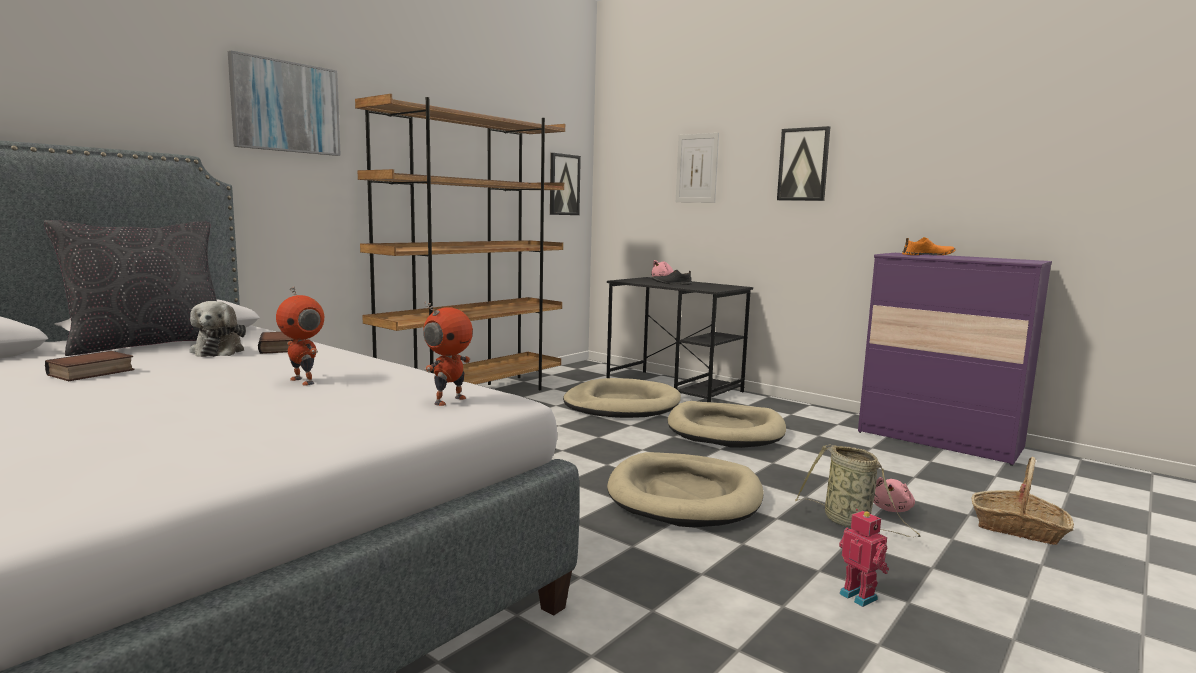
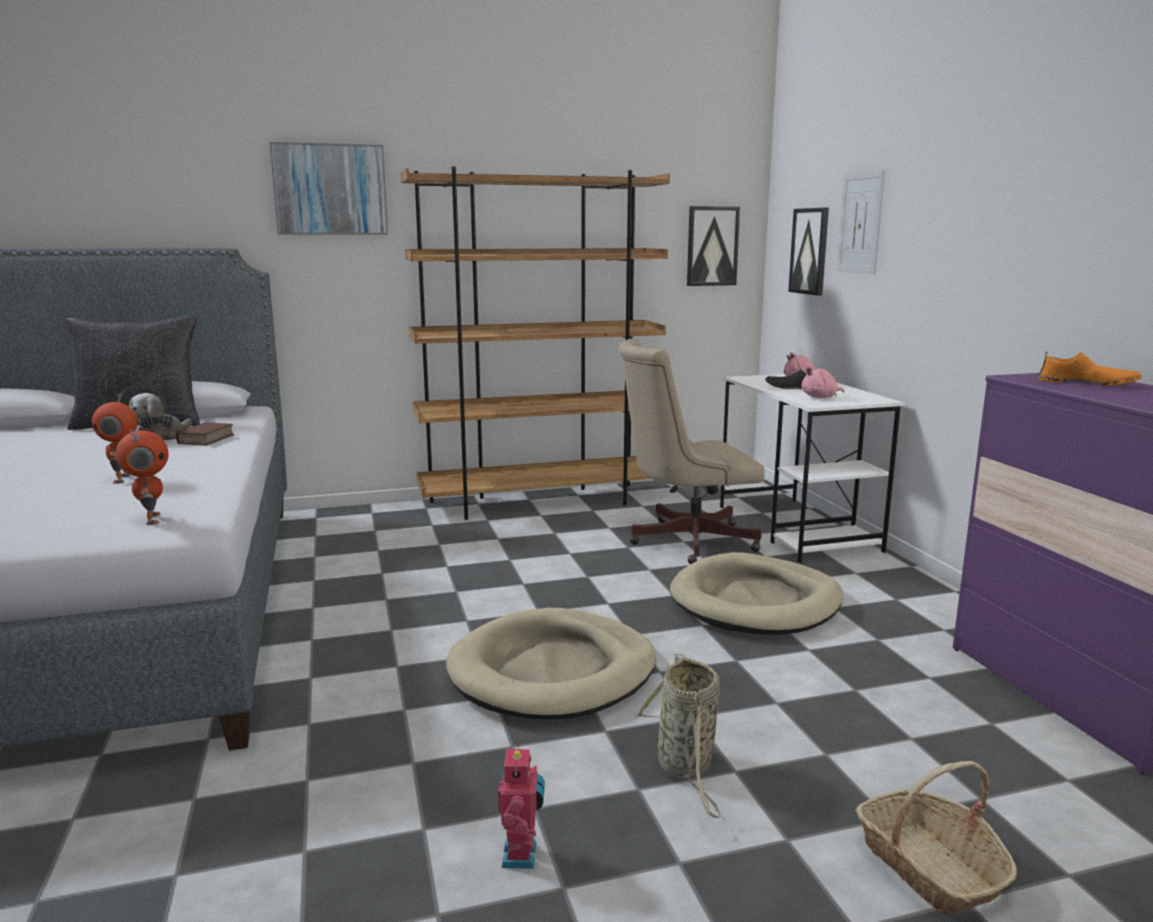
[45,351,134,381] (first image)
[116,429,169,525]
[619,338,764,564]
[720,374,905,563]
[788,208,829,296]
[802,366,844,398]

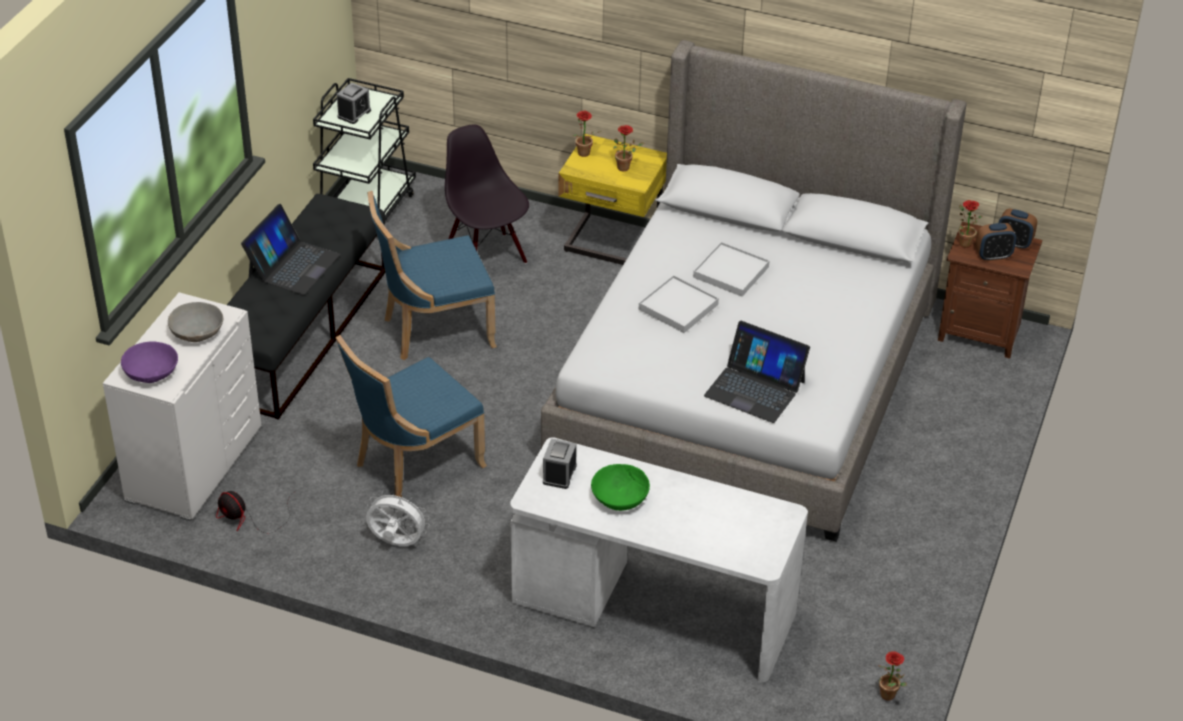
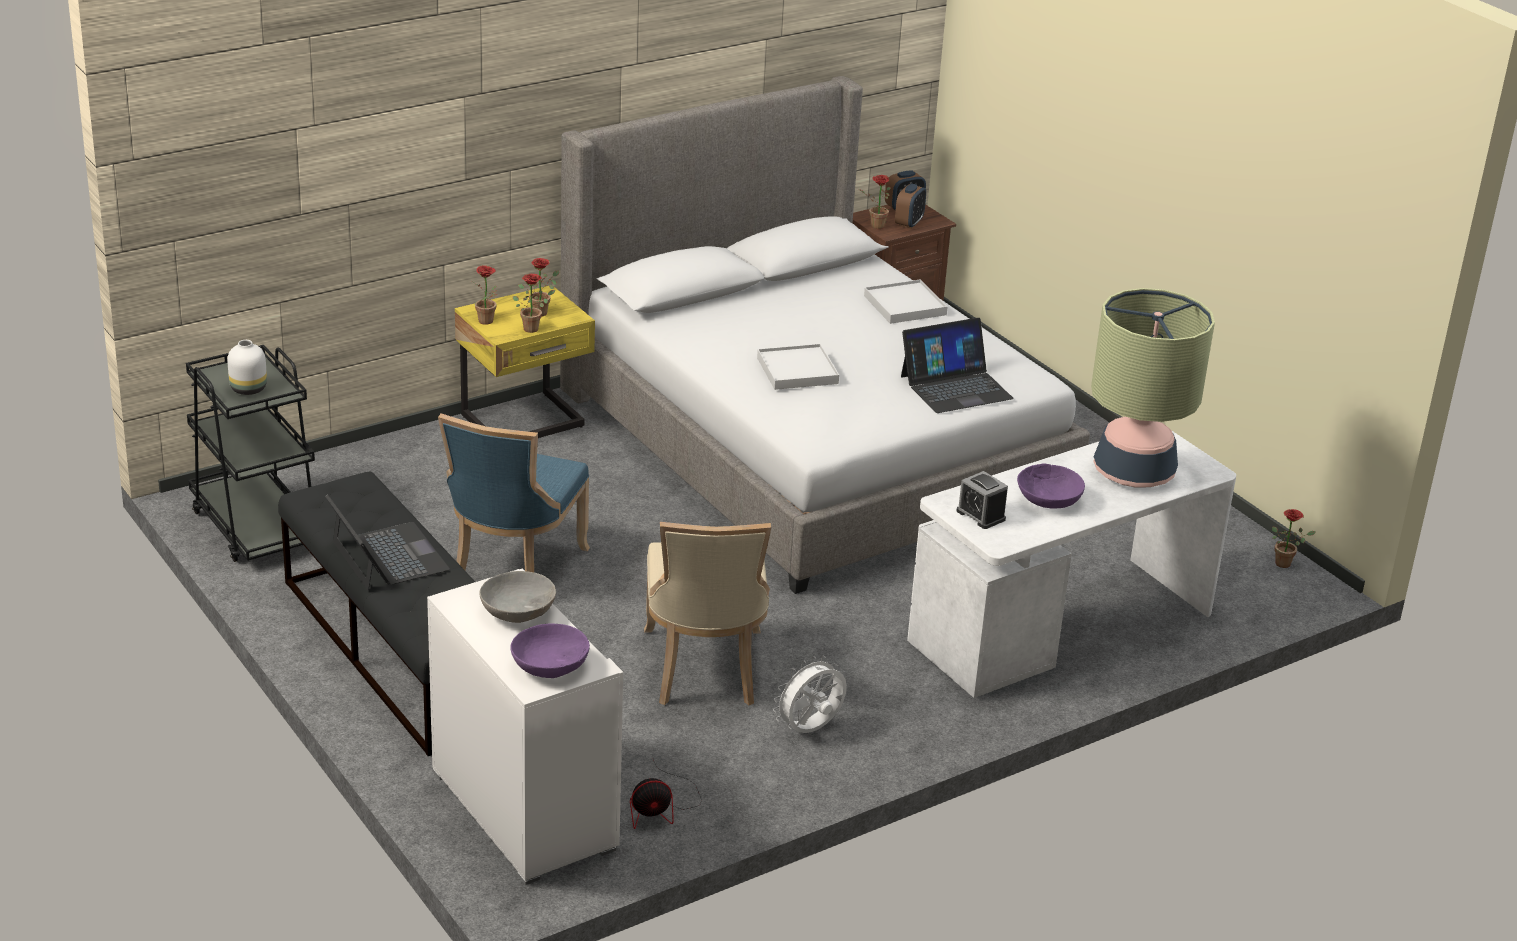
[644,522,771,705]
[227,340,267,395]
[445,125,529,264] (first image)
[1017,463,1085,508]
[864,279,948,324]
[513,274,555,333]
[1091,288,1215,487]

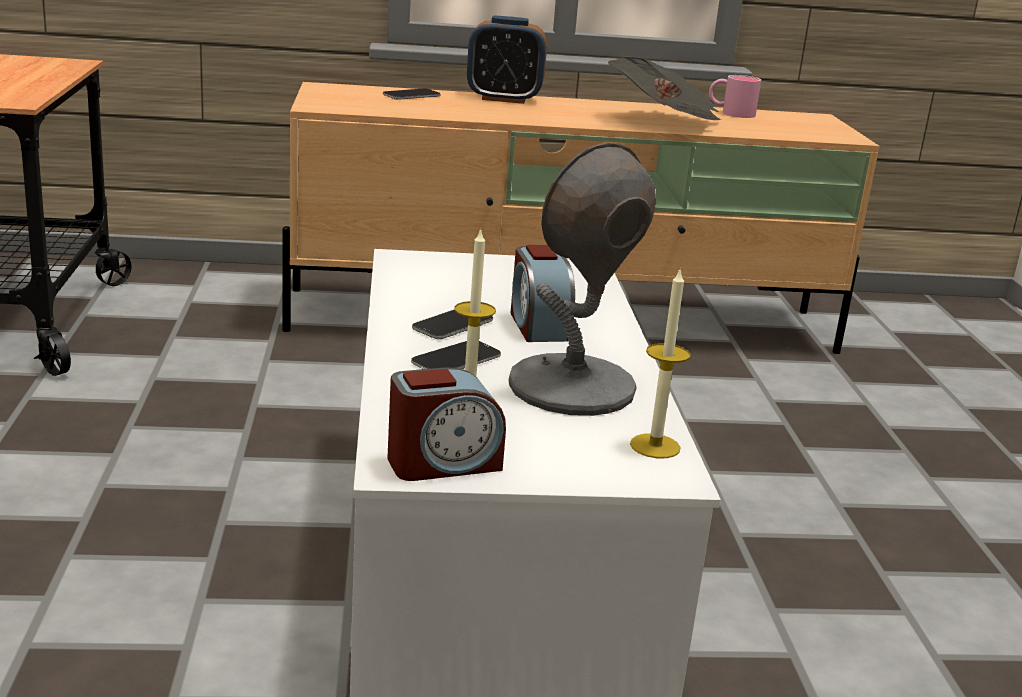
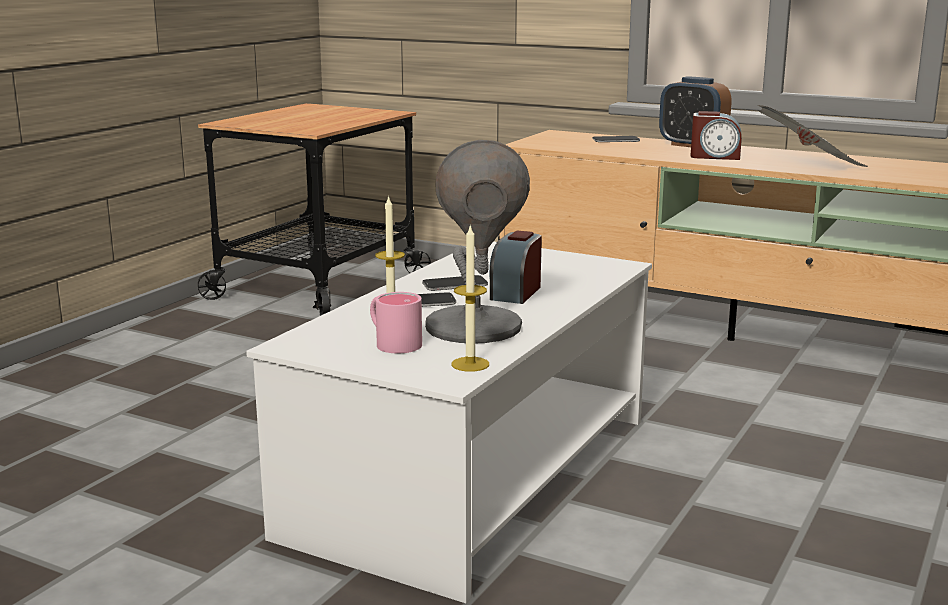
[691,111,742,160]
[370,292,422,353]

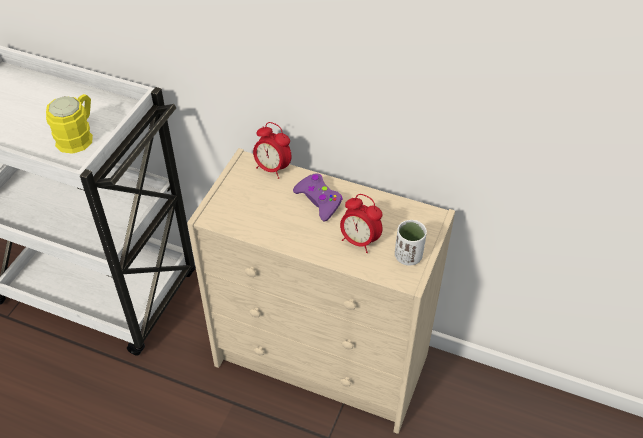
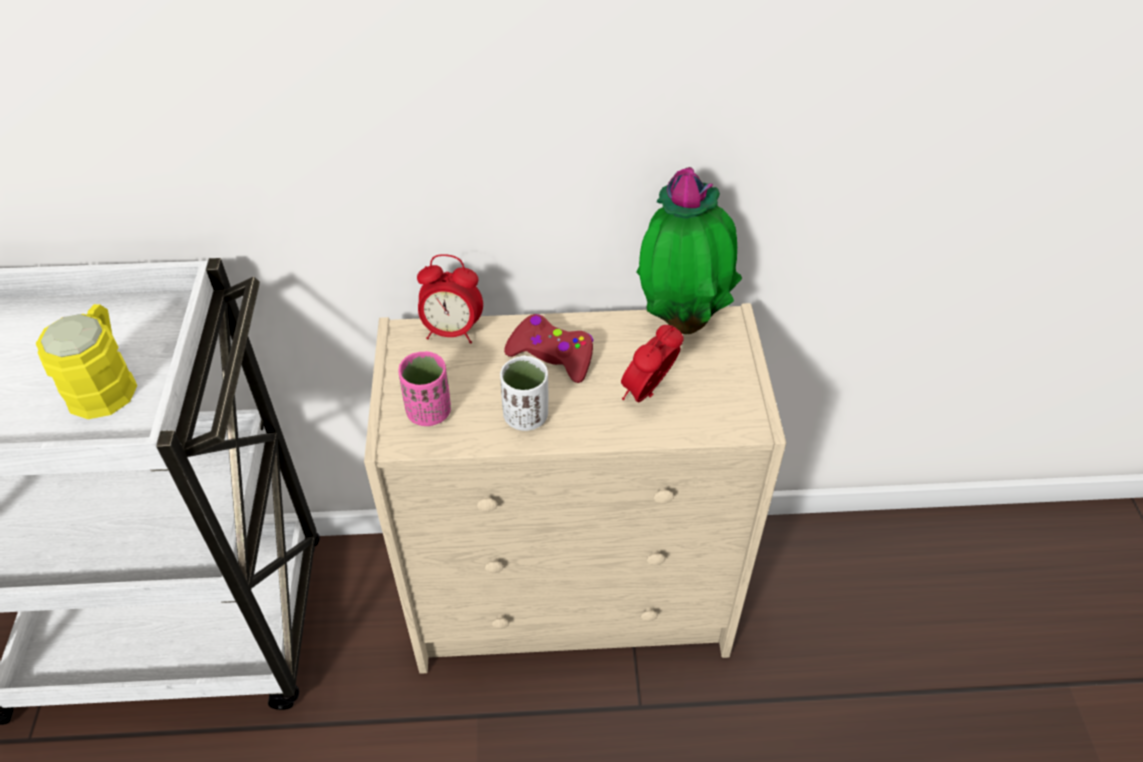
[504,314,594,383]
[621,325,684,402]
[500,355,548,431]
[398,351,451,426]
[636,167,742,334]

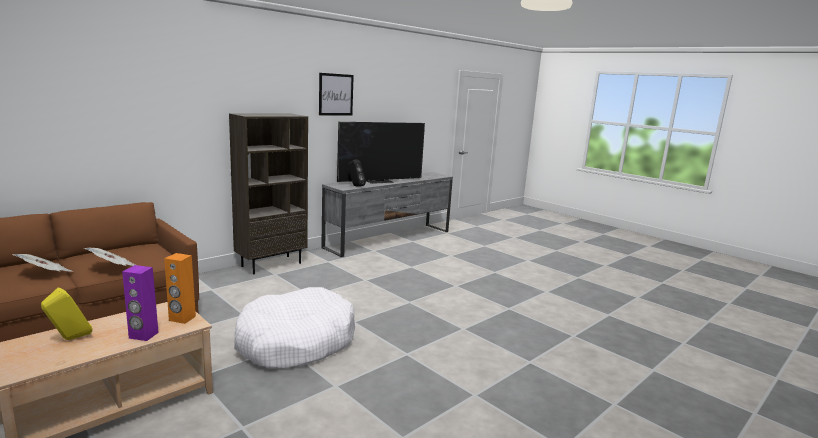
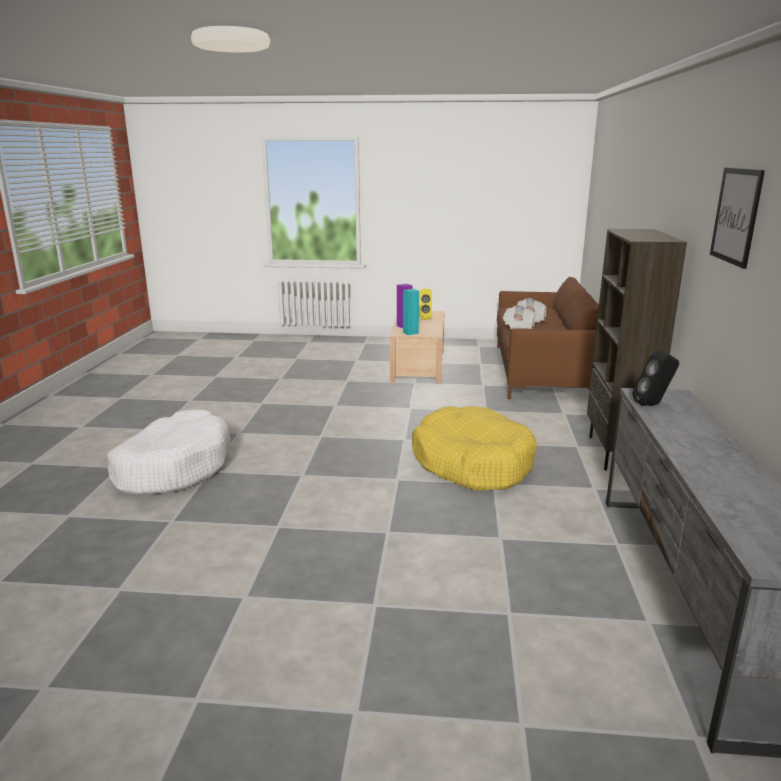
[403,289,419,335]
[107,409,231,495]
[337,122,425,184] (first image)
[412,406,537,491]

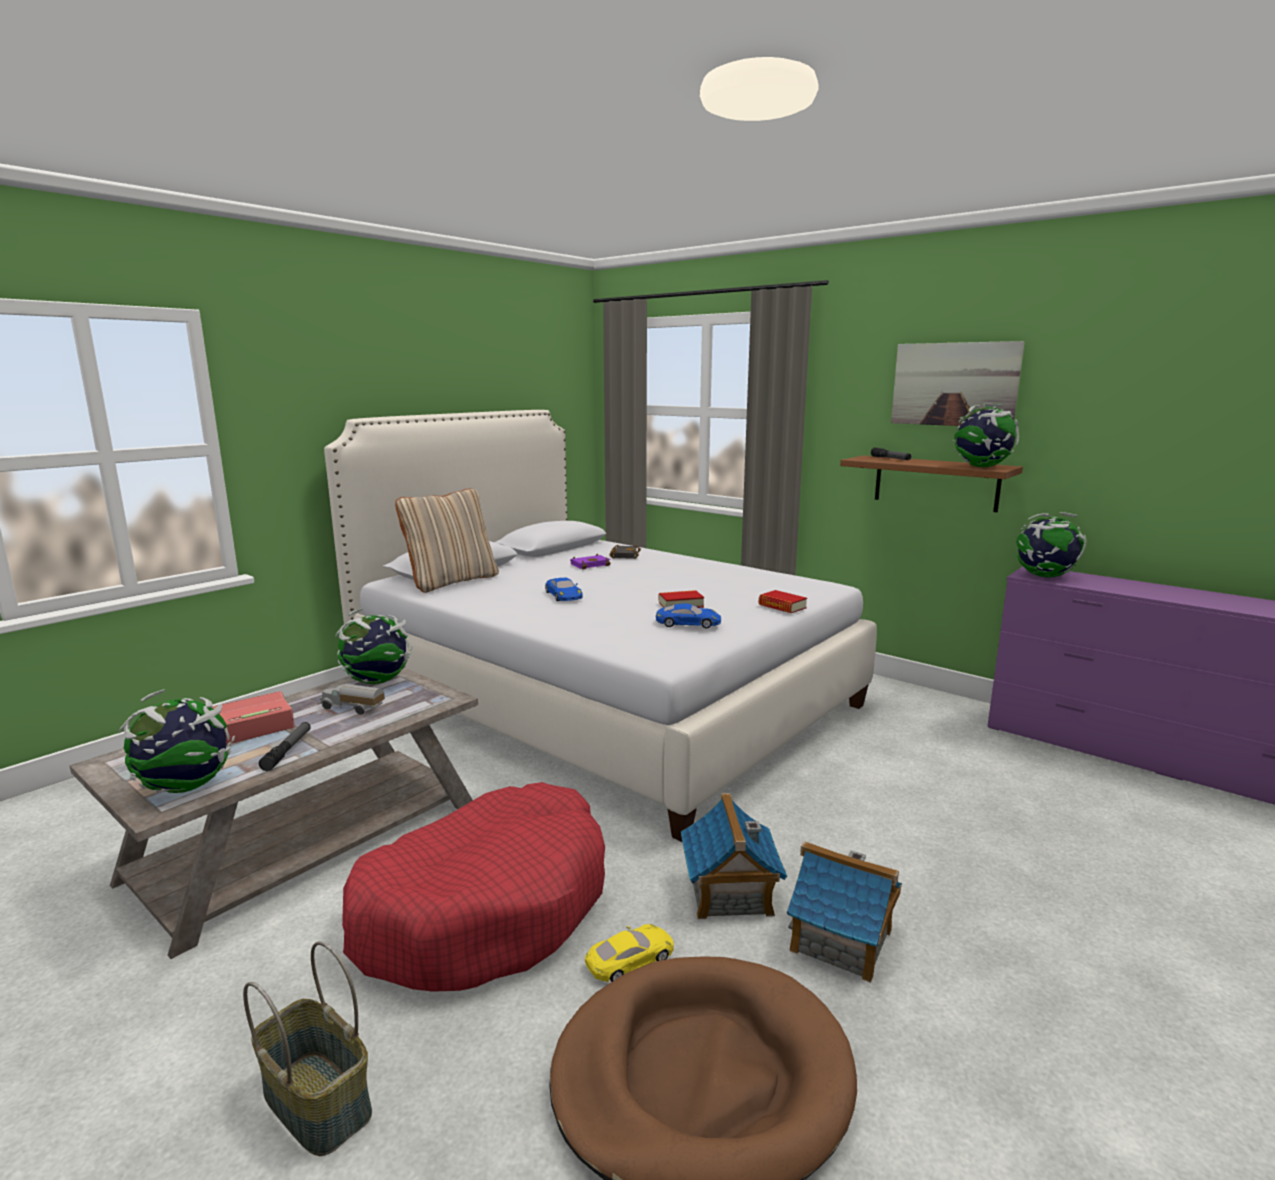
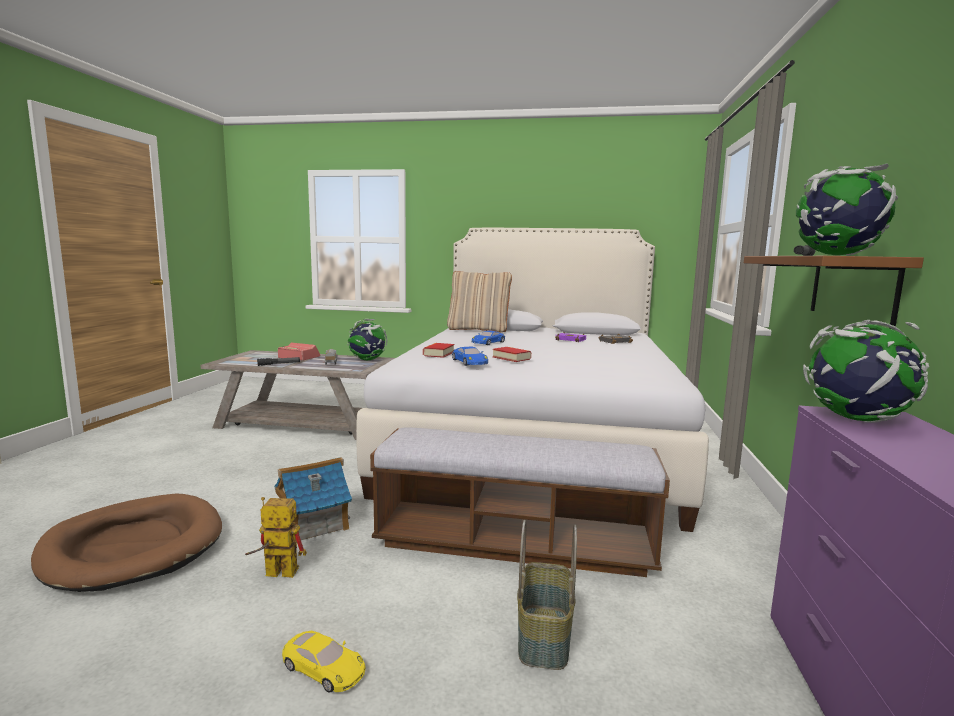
[119,689,235,793] (first image)
[517,520,577,670]
[342,782,605,992] (first image)
[282,631,366,693]
[423,343,454,358]
[245,497,307,578]
[891,341,1025,426] (first image)
[370,427,670,577]

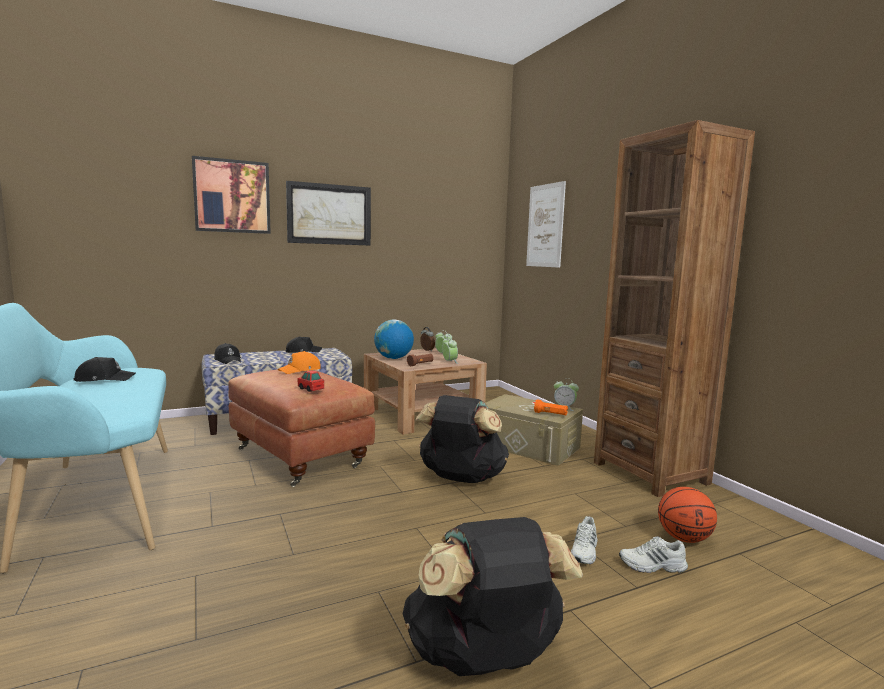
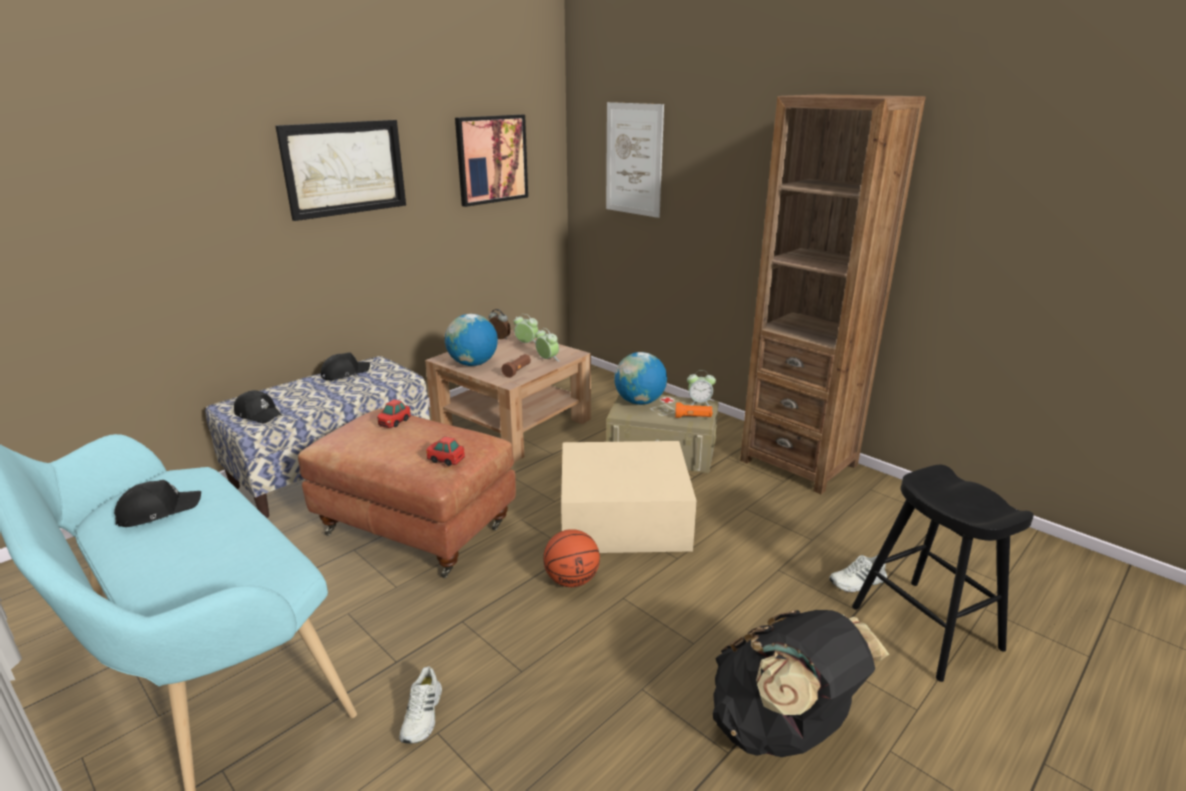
[455,114,528,207]
[377,399,411,428]
[561,441,697,553]
[399,667,442,744]
[543,529,600,587]
[614,352,667,405]
[852,465,1034,682]

